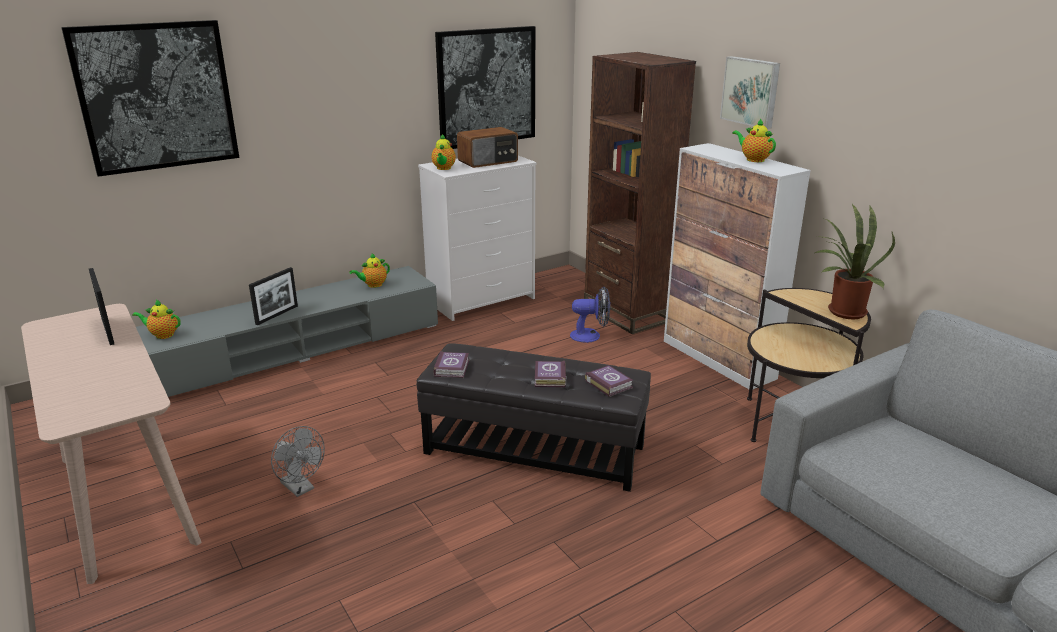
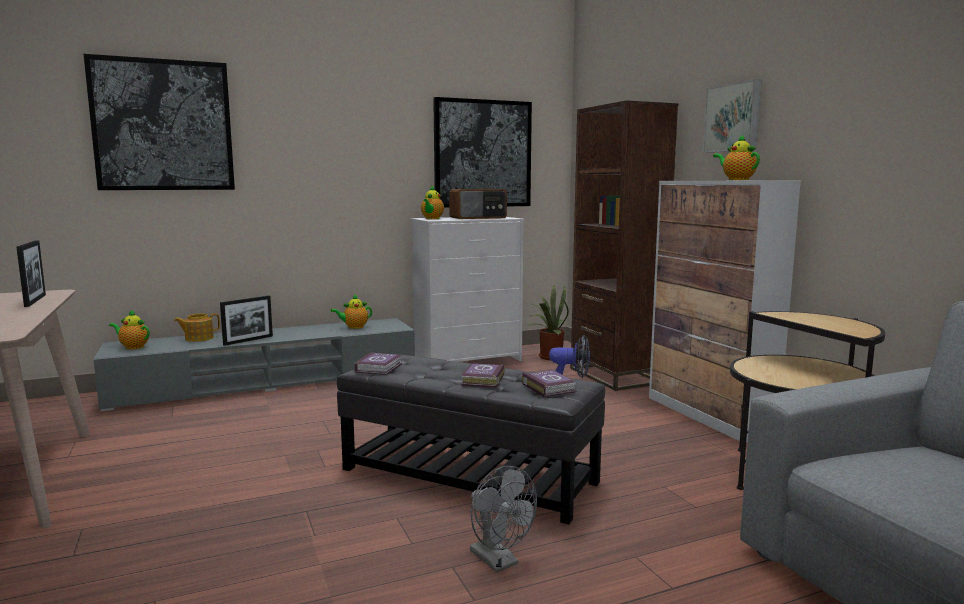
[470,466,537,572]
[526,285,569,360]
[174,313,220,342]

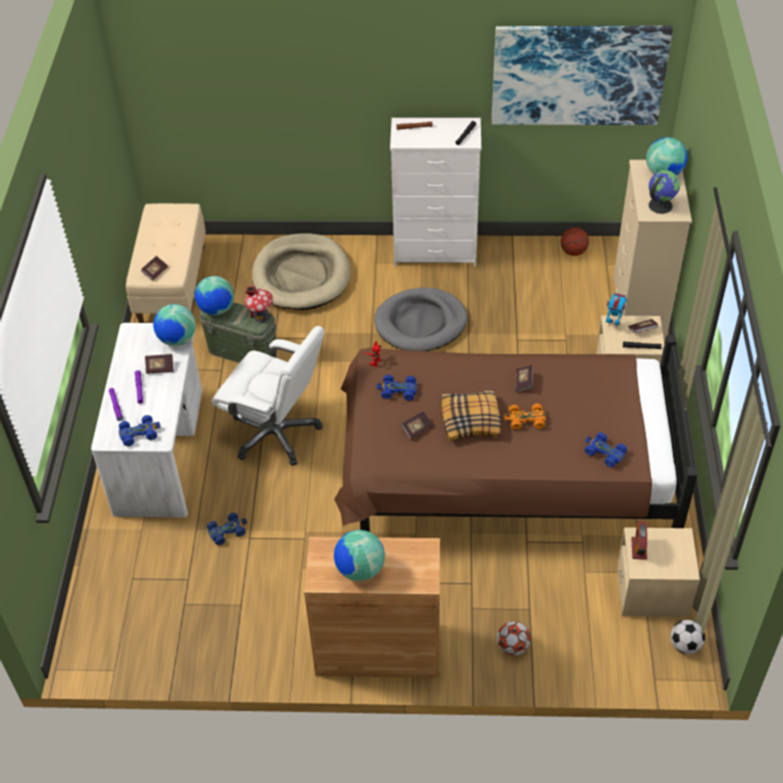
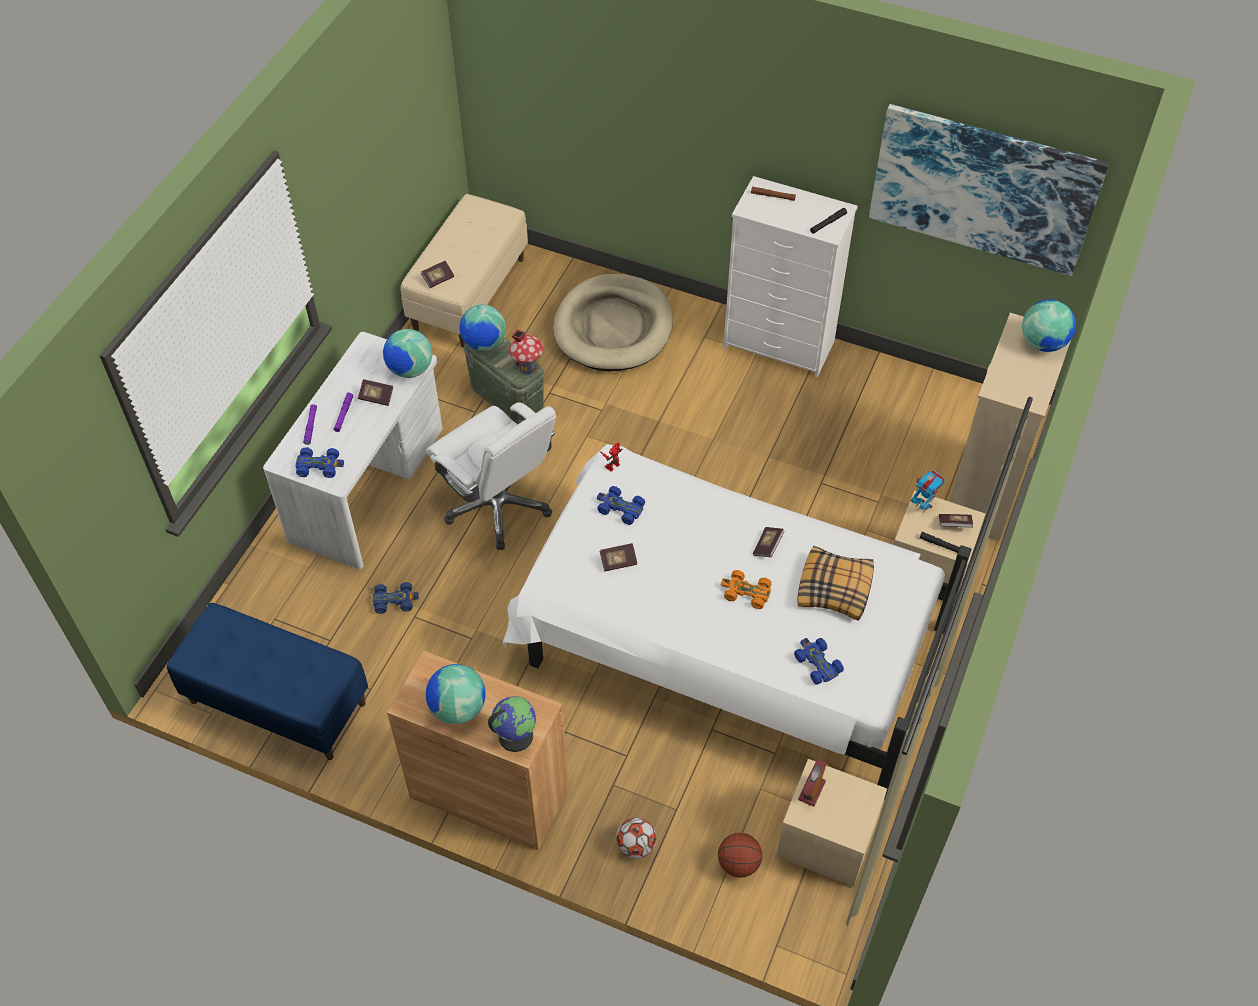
[502,444,972,800]
[374,288,468,351] (first image)
[797,546,874,621]
[718,833,762,878]
[488,696,536,752]
[671,620,705,654] (first image)
[167,603,368,760]

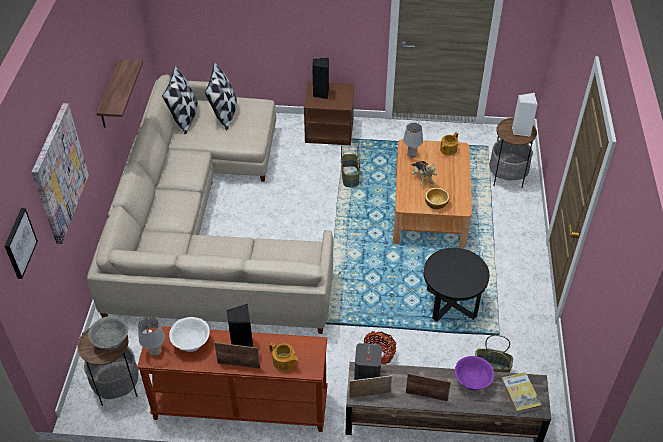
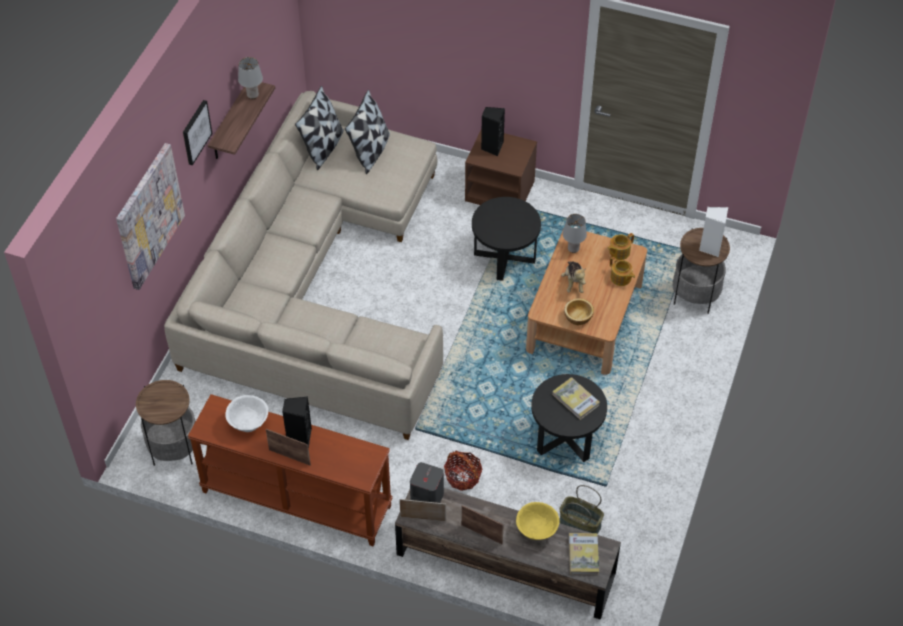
[183,100,212,165]
[88,316,128,350] (first image)
[238,57,263,99]
[610,257,635,286]
[472,197,541,281]
[516,502,559,540]
[552,377,600,420]

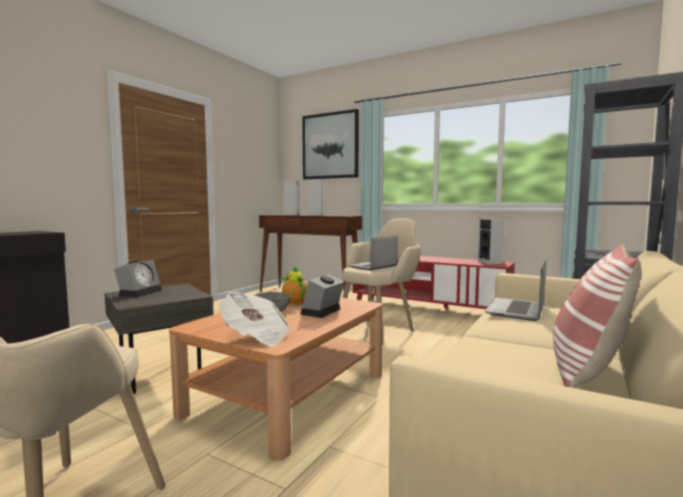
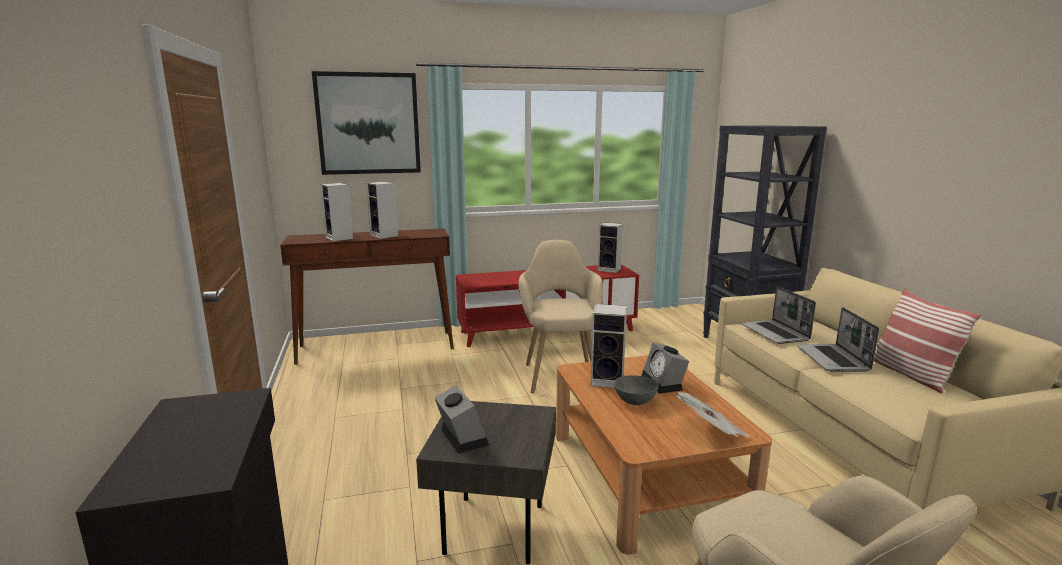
[591,304,627,388]
[796,307,879,372]

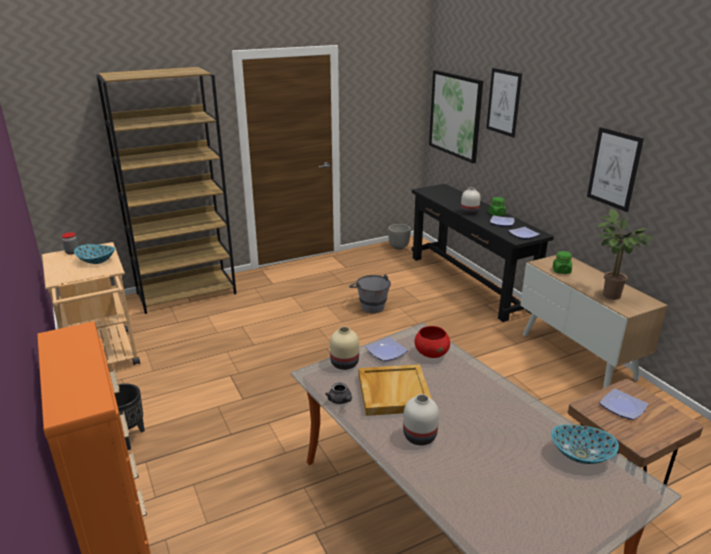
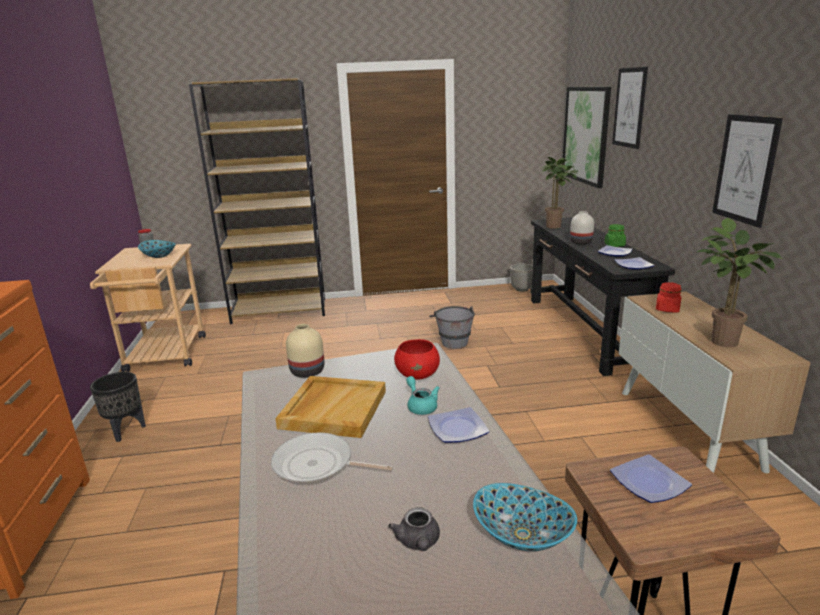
[388,507,440,551]
[428,407,489,443]
[271,432,393,484]
[656,282,682,313]
[406,376,440,415]
[541,157,578,229]

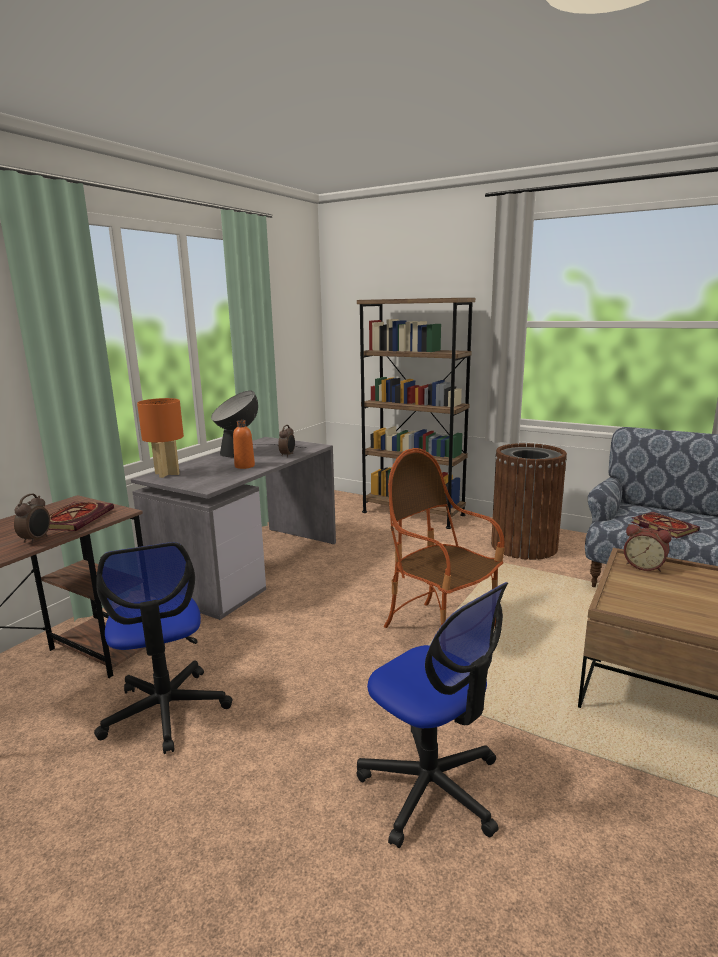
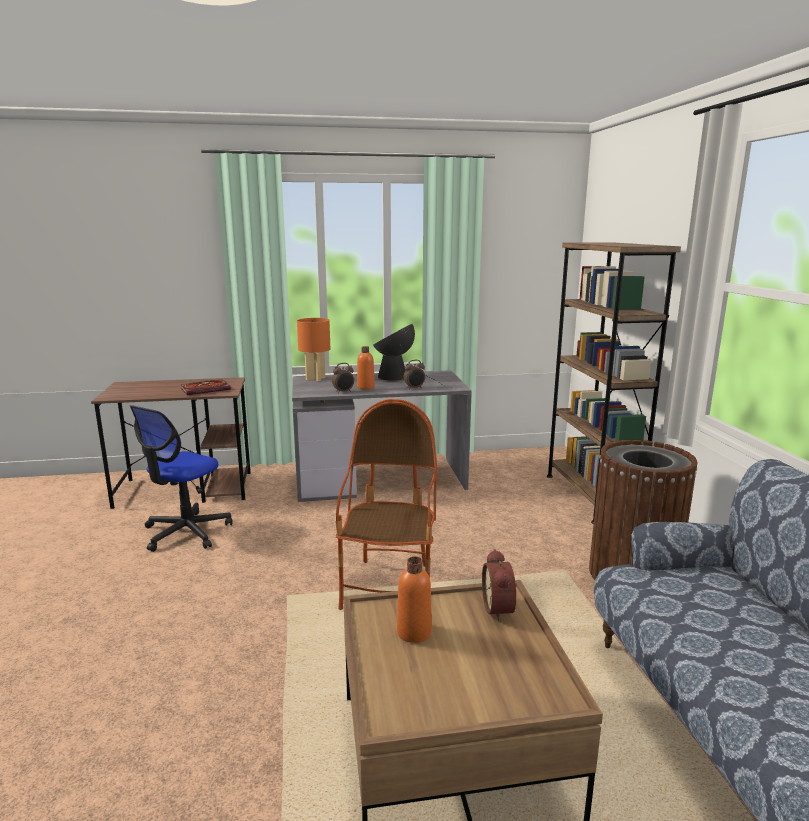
[332,363,354,394]
[356,582,508,848] (first image)
[631,512,700,538] (first image)
[397,556,432,643]

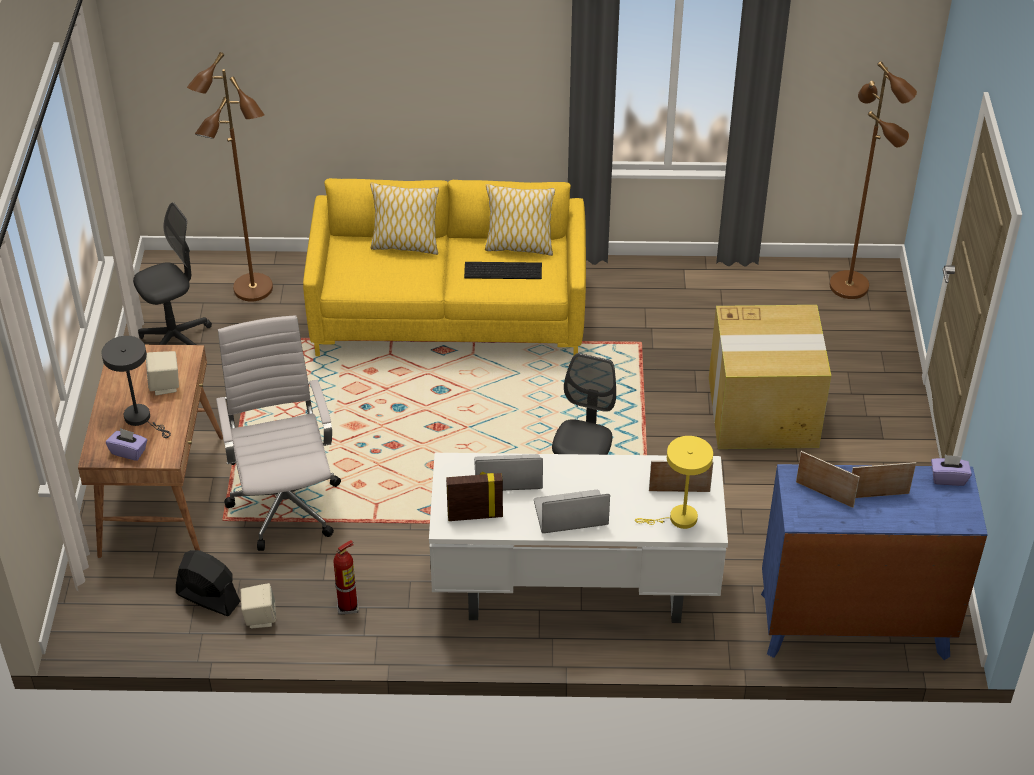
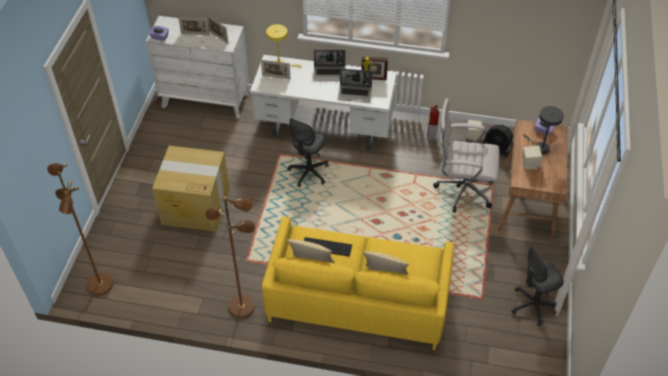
[205,197,255,318]
[433,98,499,213]
[146,16,249,118]

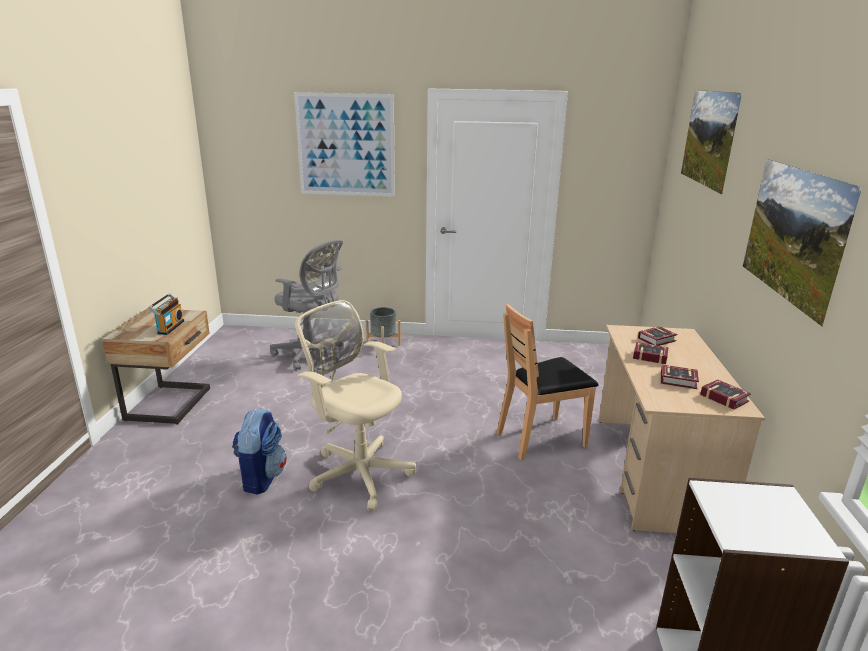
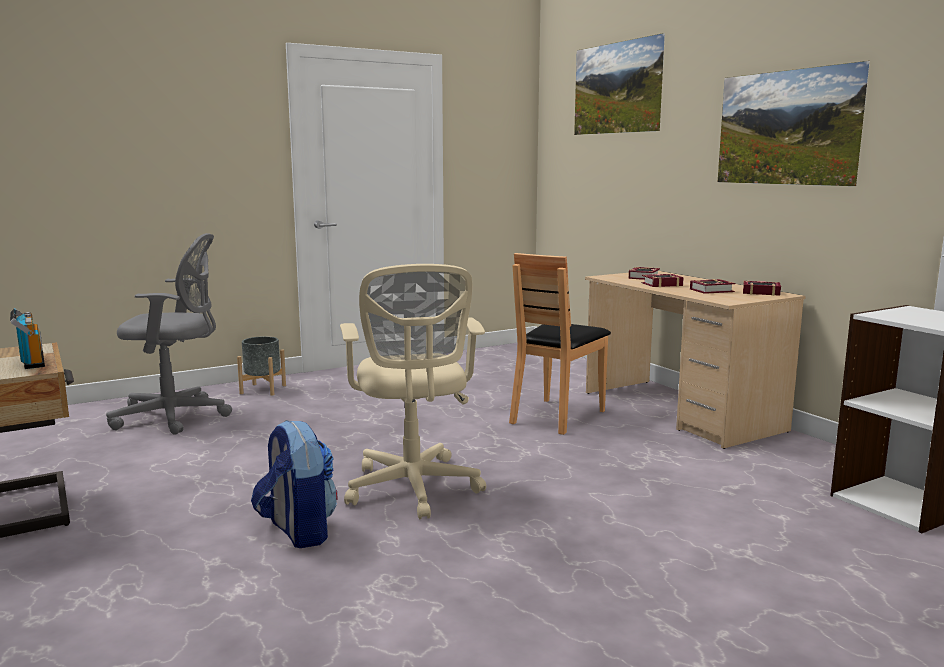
[294,92,395,197] (first image)
[340,264,486,519]

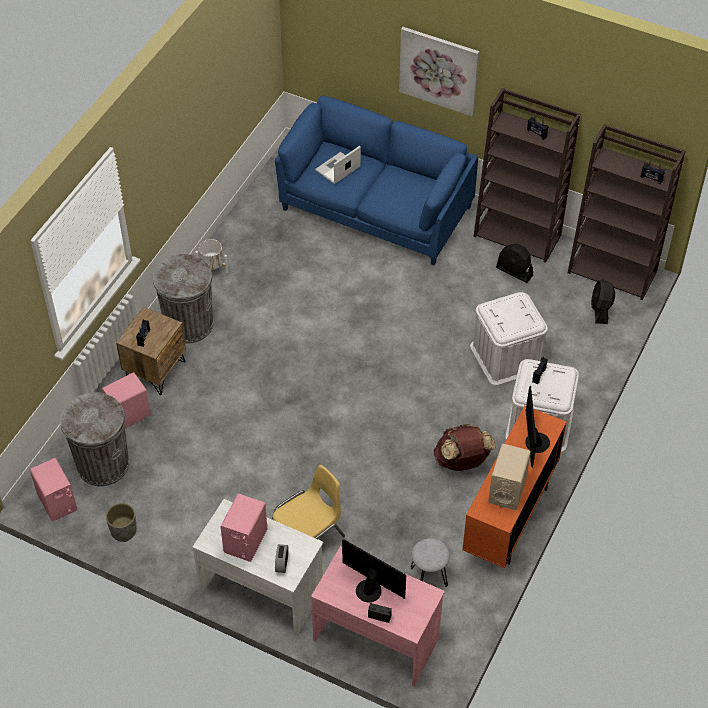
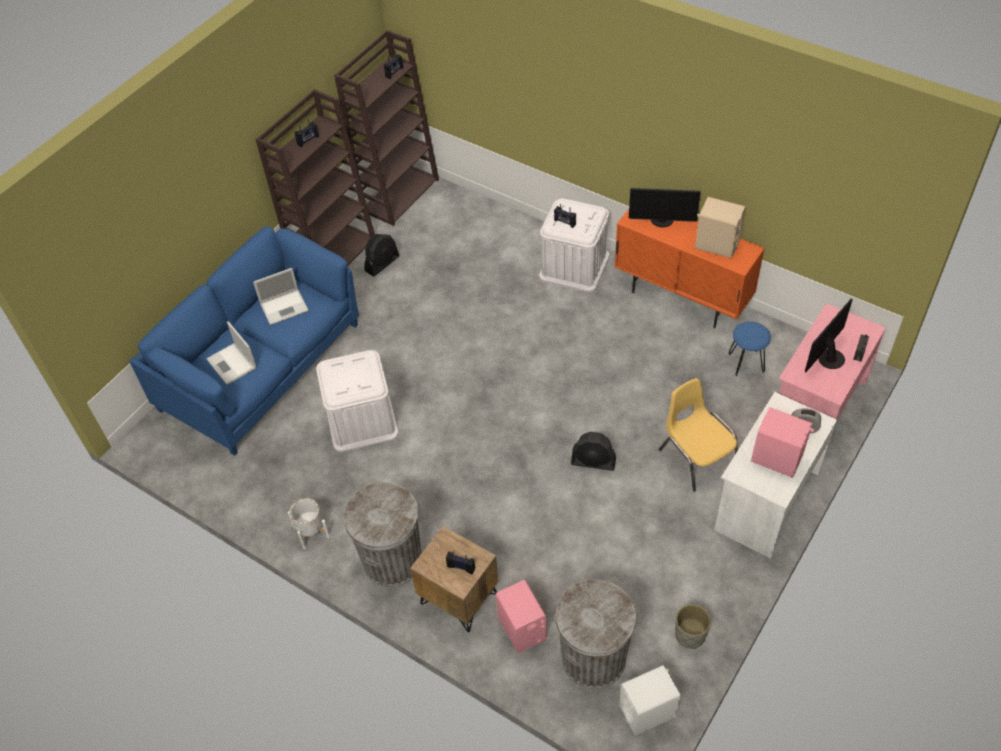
[619,665,680,735]
[399,27,479,117] (first image)
[729,322,771,376]
[434,424,496,471] (first image)
[316,350,398,452]
[571,432,616,471]
[253,268,309,325]

